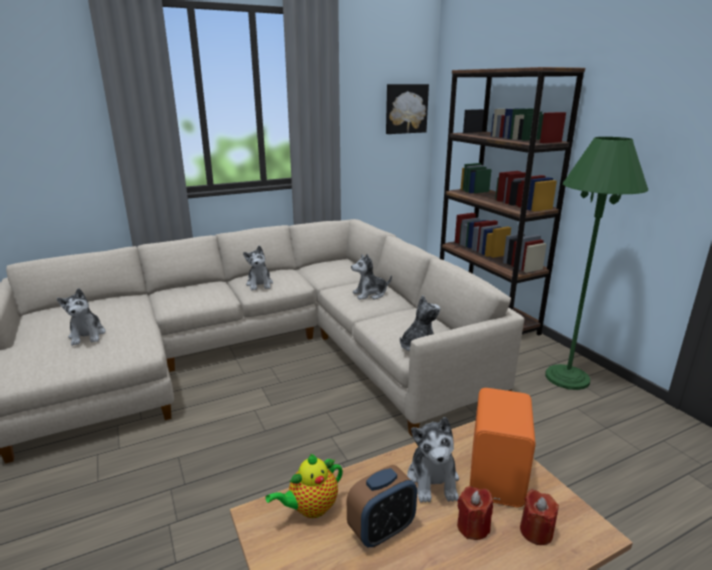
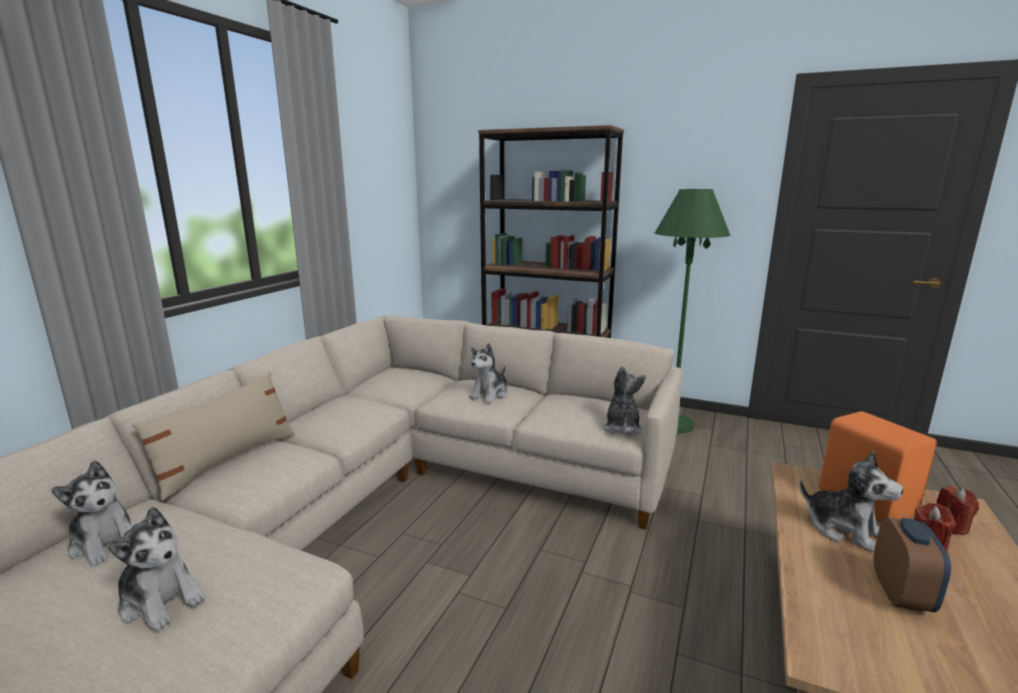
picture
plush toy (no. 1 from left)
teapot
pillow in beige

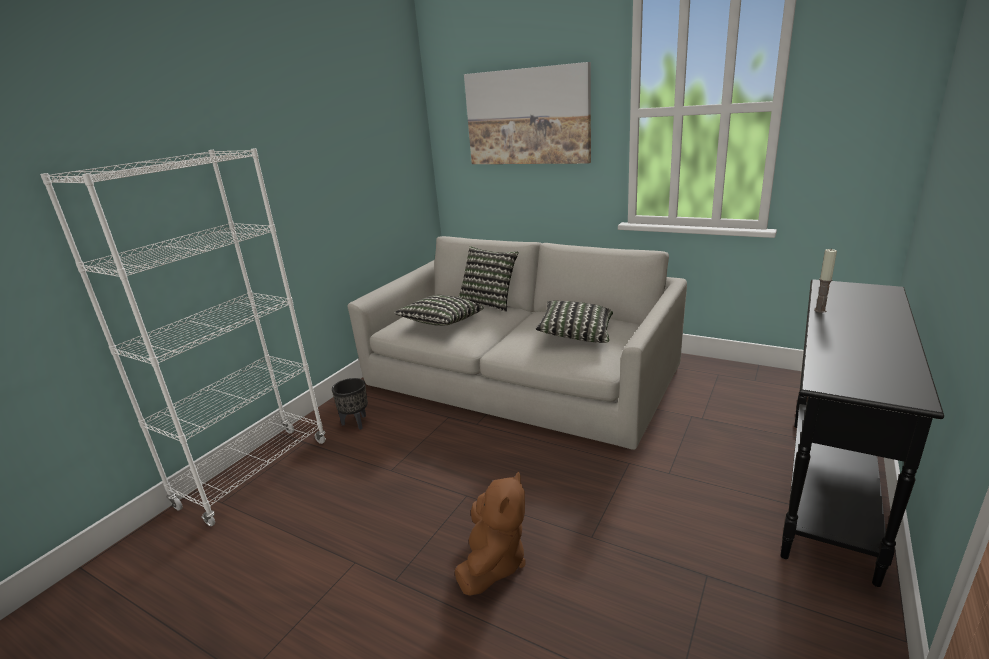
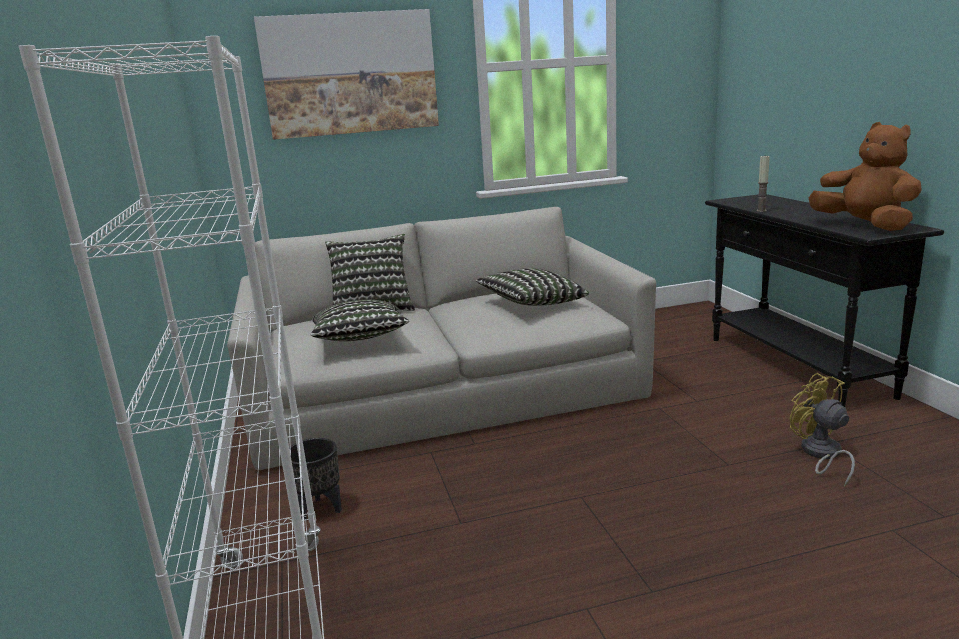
plush toy in brown
fan in yellow

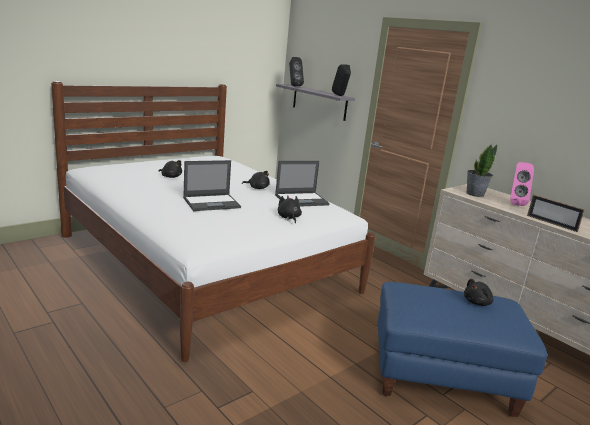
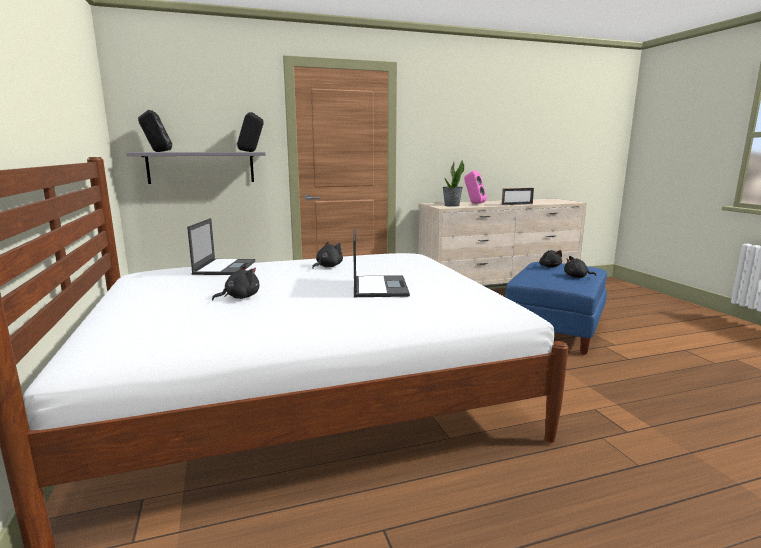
laptop (no. 1 from left)
plush toy in black (no. 4 from left)

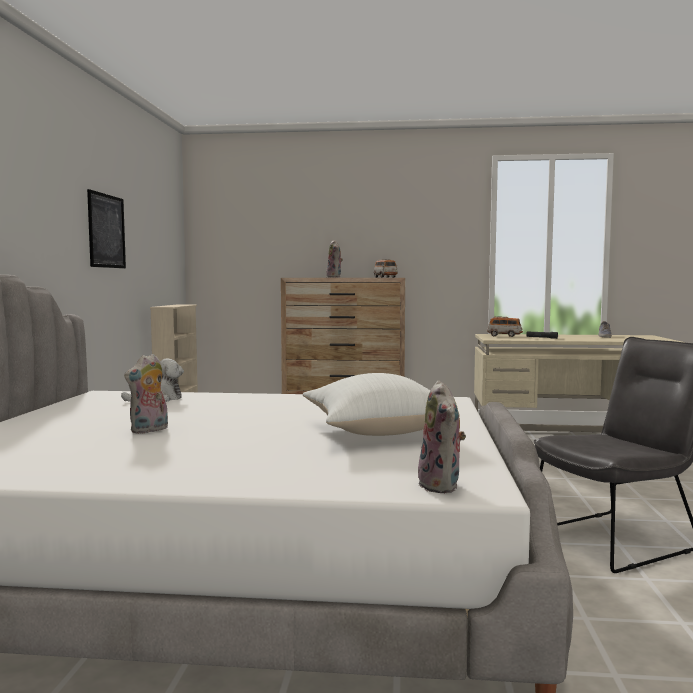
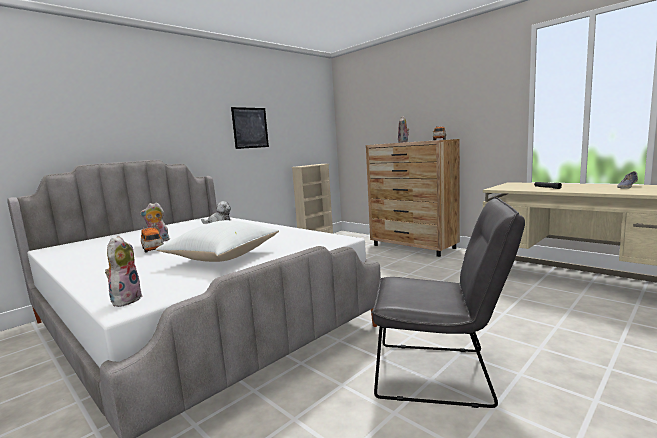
toy car (no. 1 from left)
plush toy (no. 1 from left)

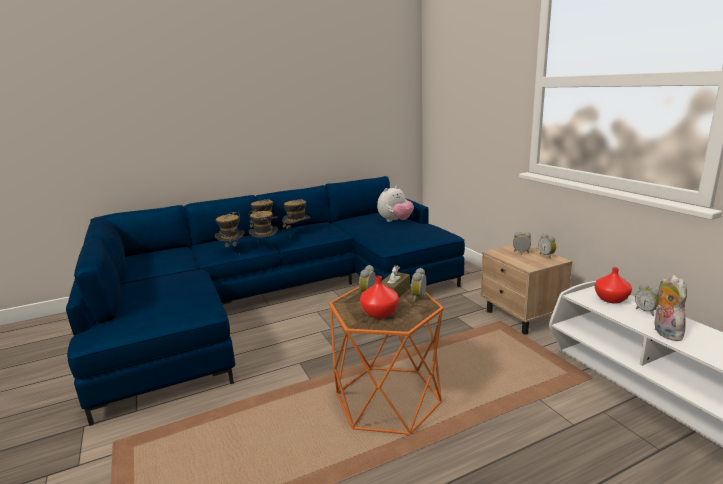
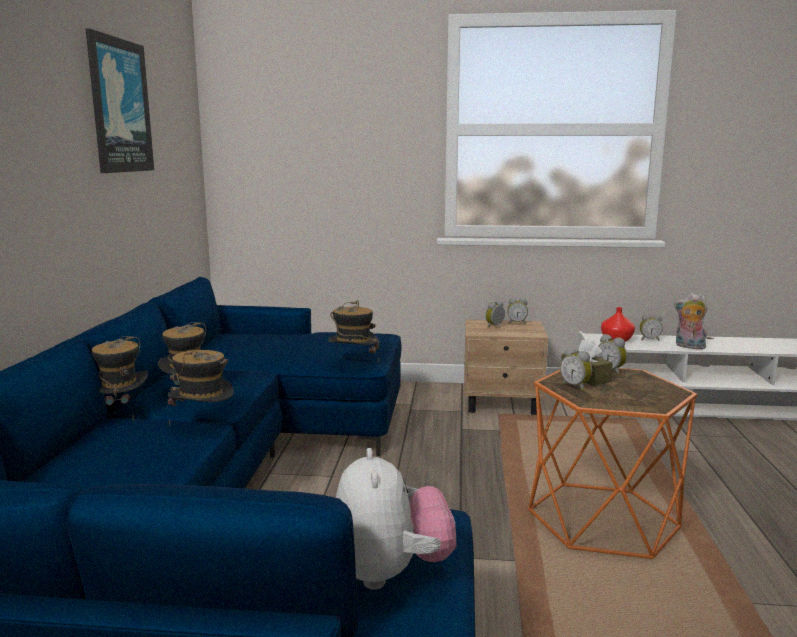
plush toy (no. 1 from left)
hat (no. 4 from left)
vase in red (no. 1 from left in the first image)
picture

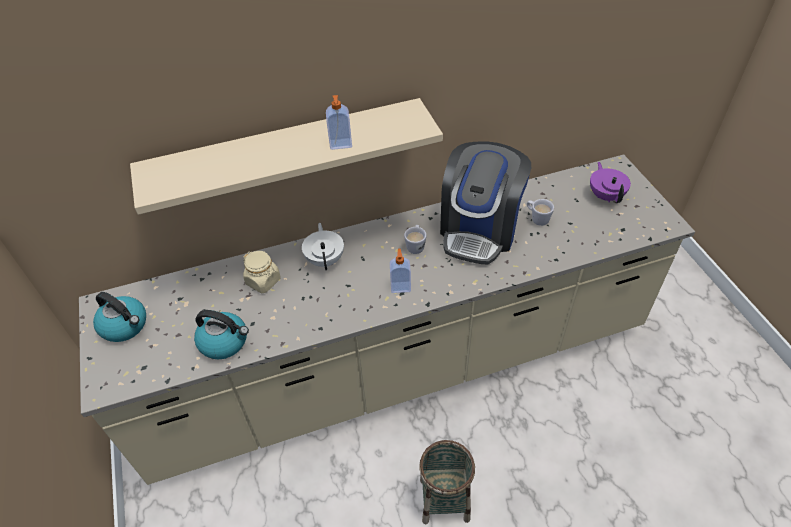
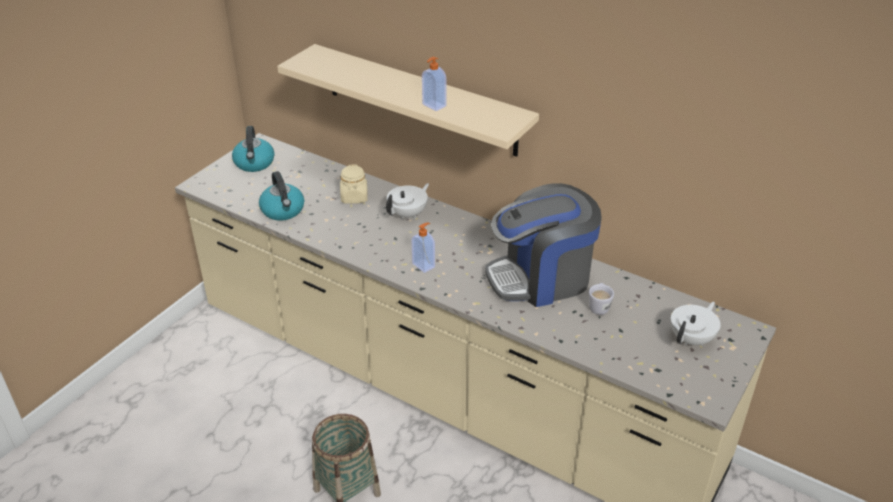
teapot in white (no. 2 from left)
mug in white (no. 1 from left in the first image)

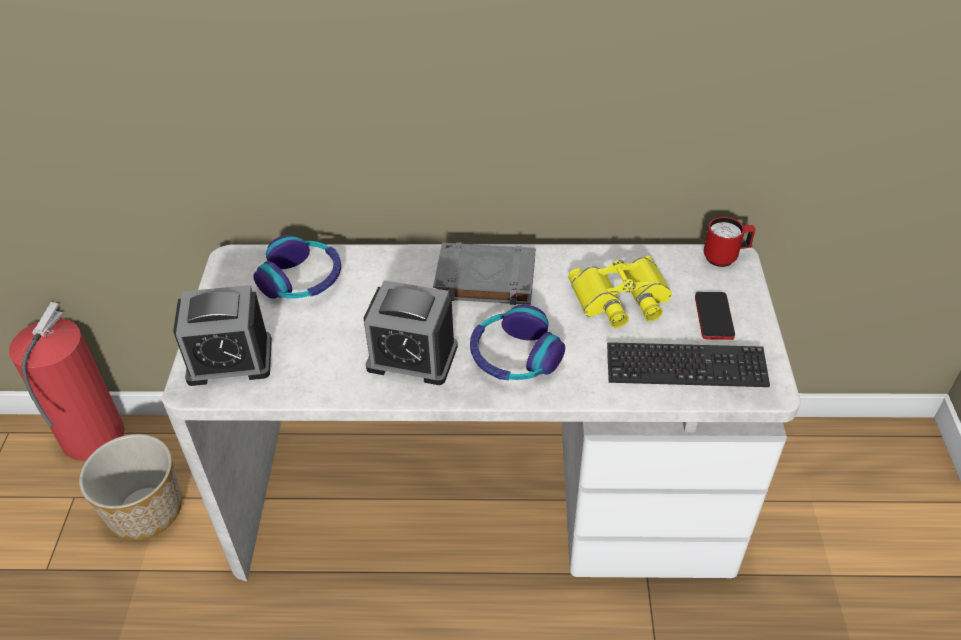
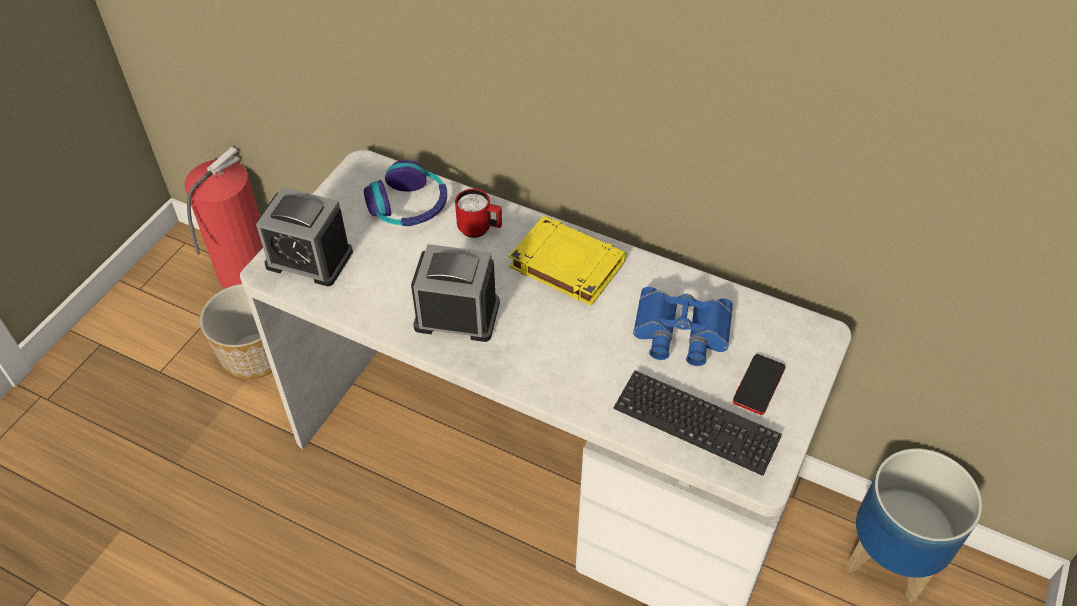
mug in red
book in yellow
binoculars in blue
alarm clock (no. 2 from left)
headphones (no. 2 from left in the first image)
planter (no. 2 from left)

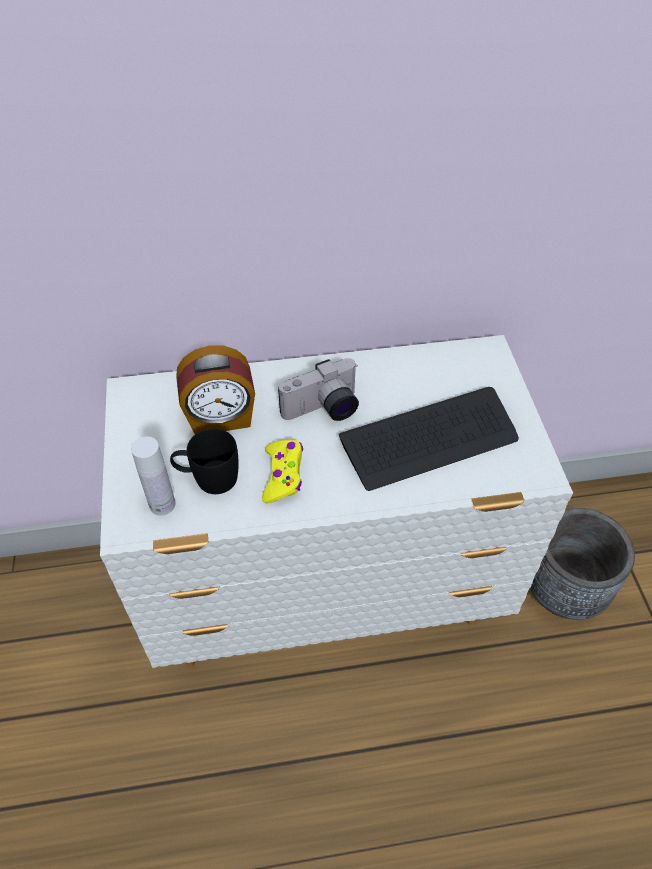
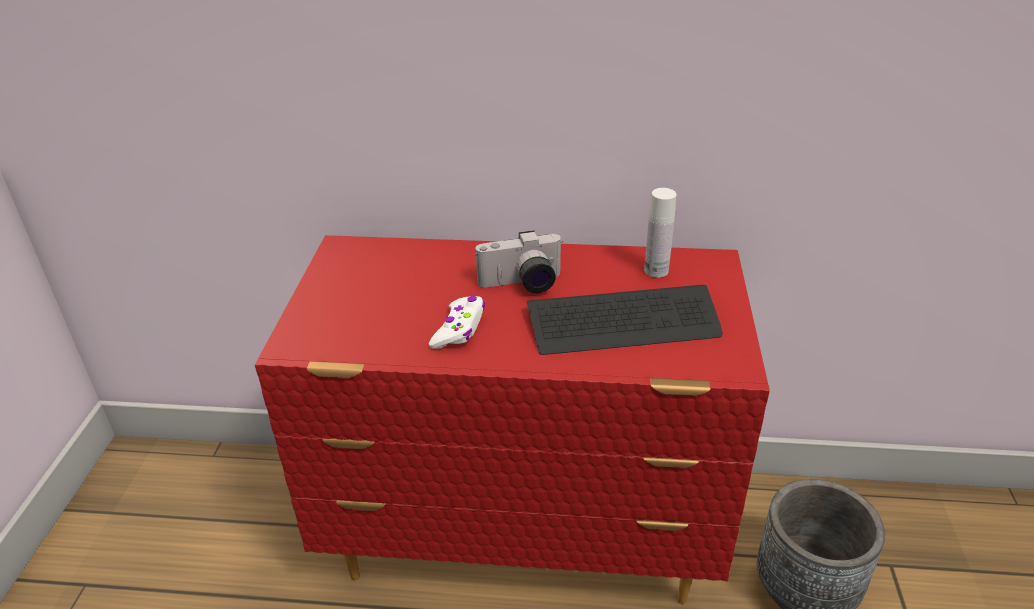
dresser in red
alarm clock
mug in black
bottle in white
game controller in white

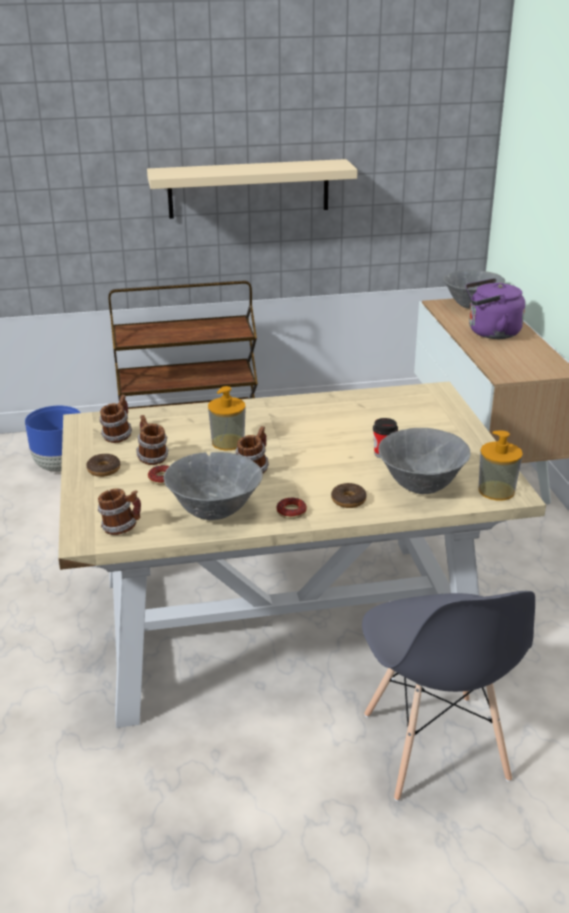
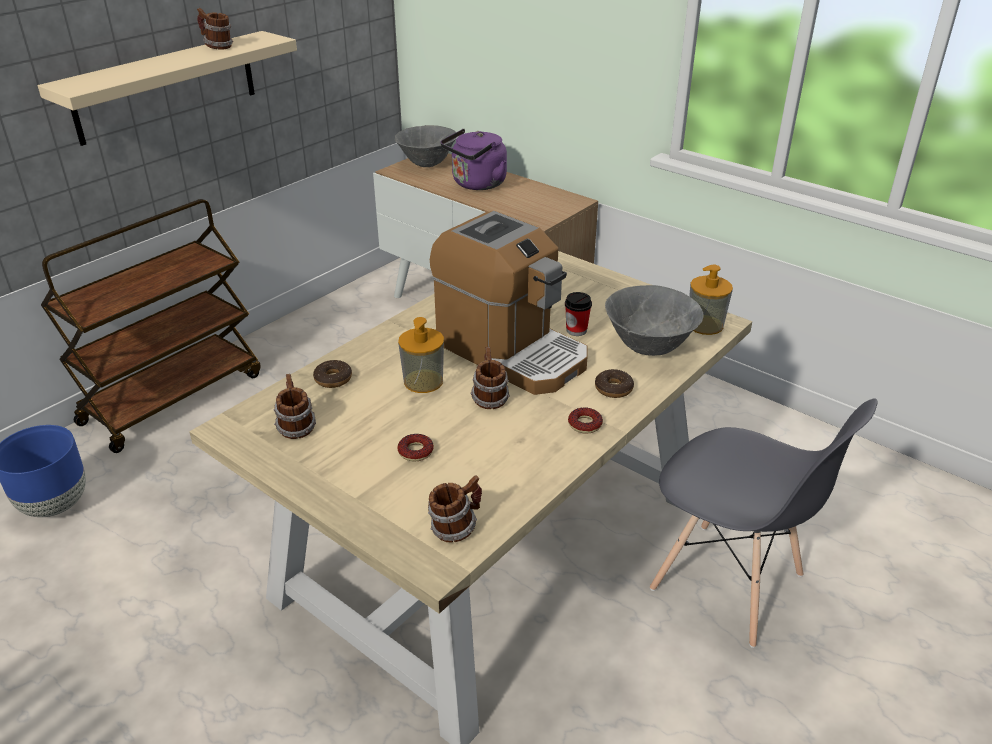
mug (no. 1 from left)
bowl in grey (no. 1 from left in the first image)
donut (no. 1 from left)
coffee machine

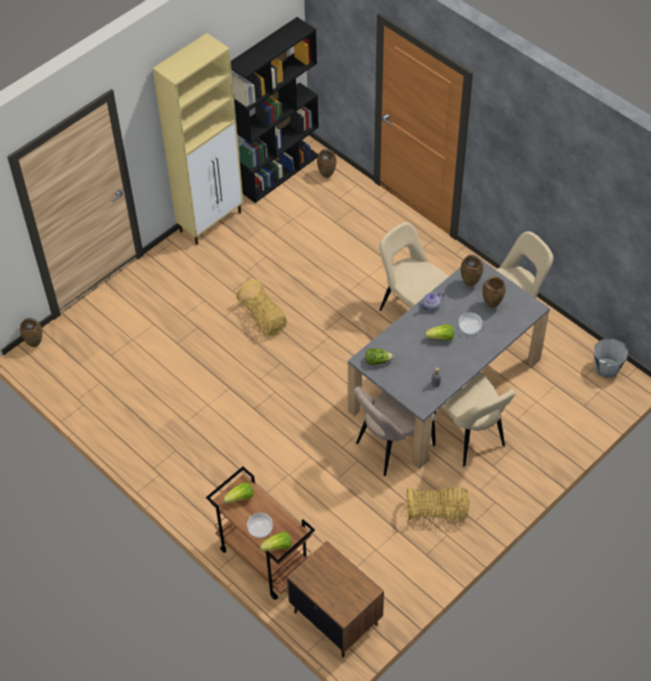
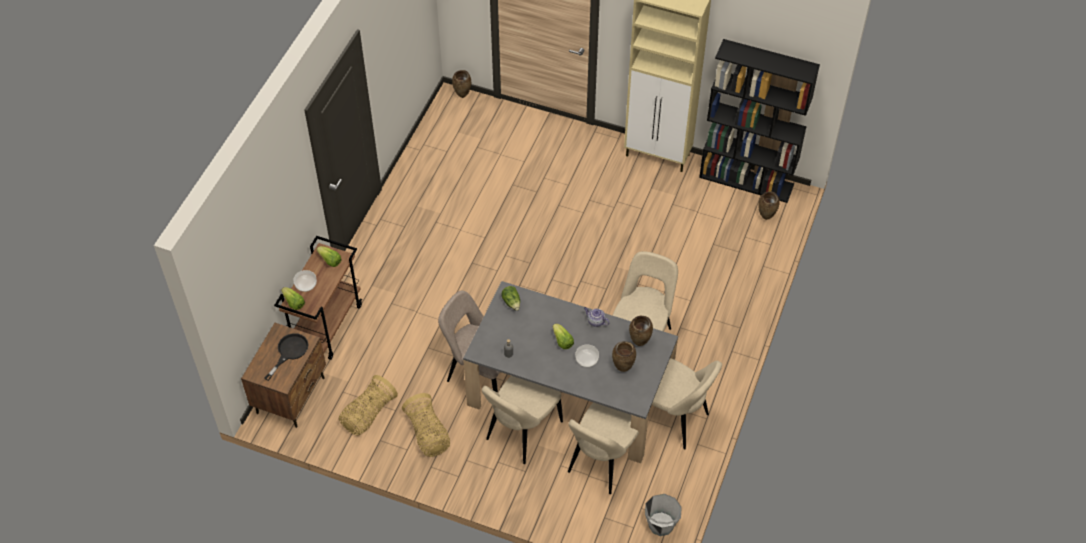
basket (no. 1 from left)
frying pan in black
chair in beige (no. 3 from left)

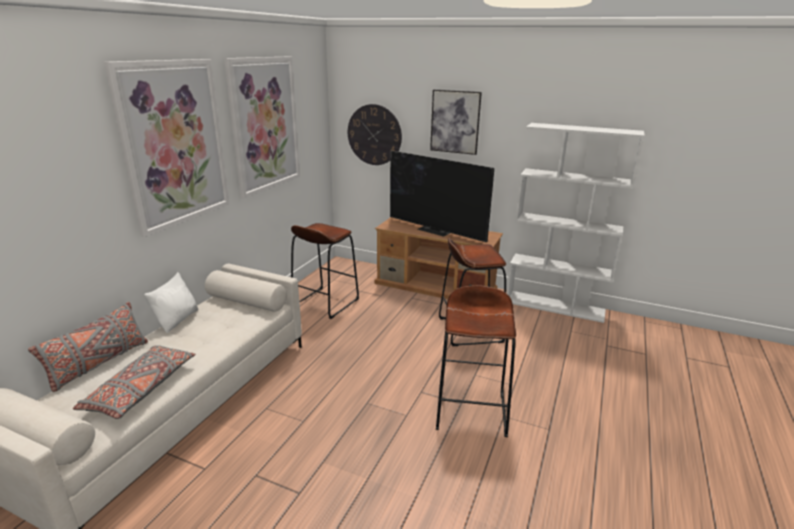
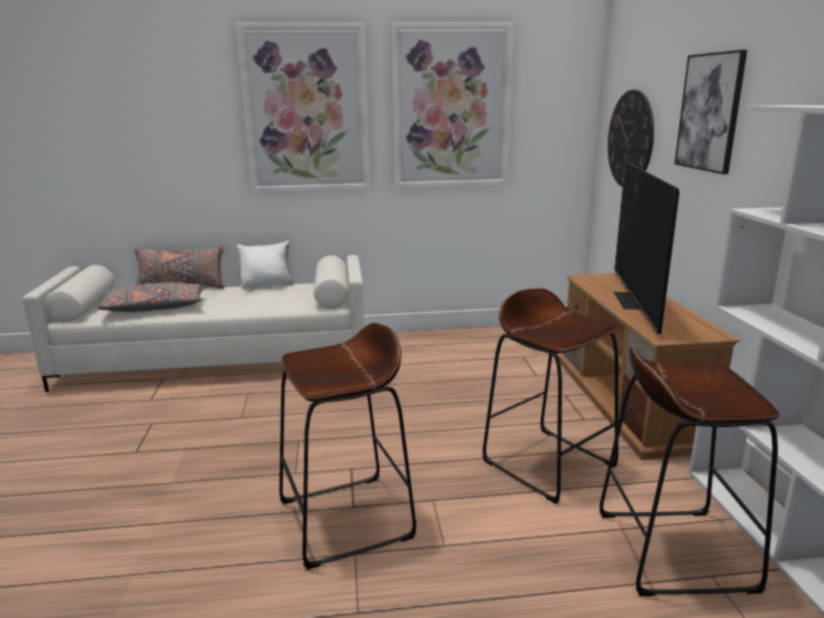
stool in brown (no. 3 from left)

